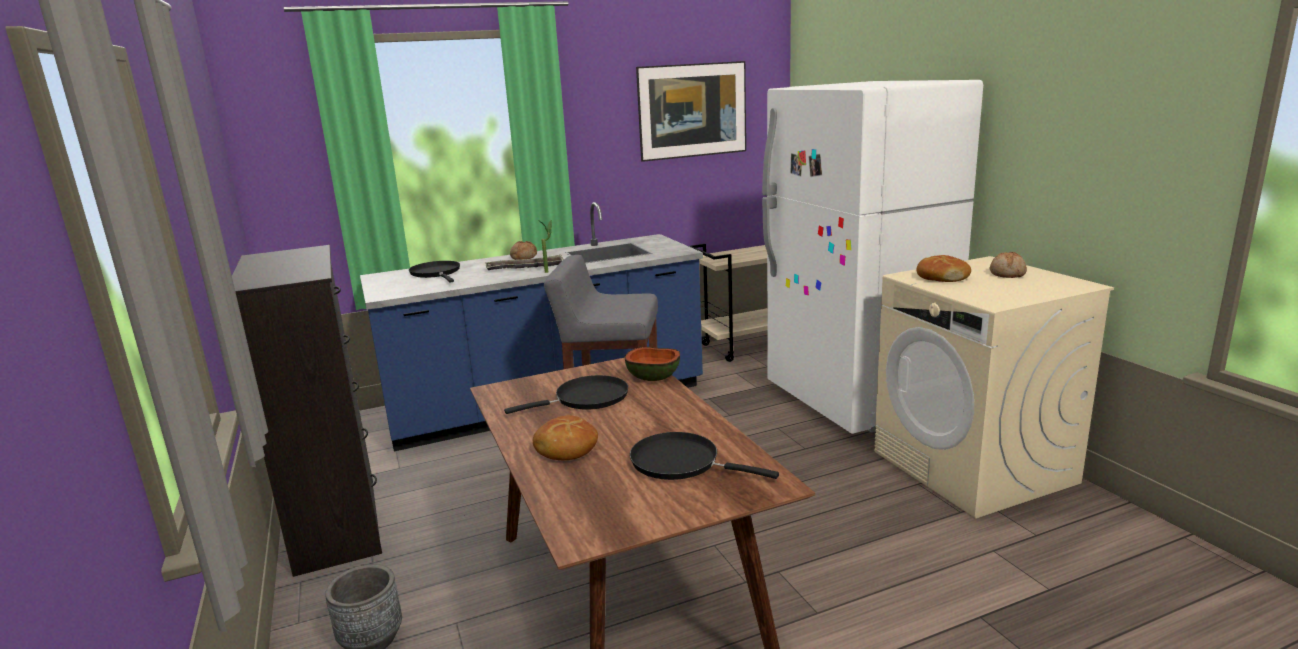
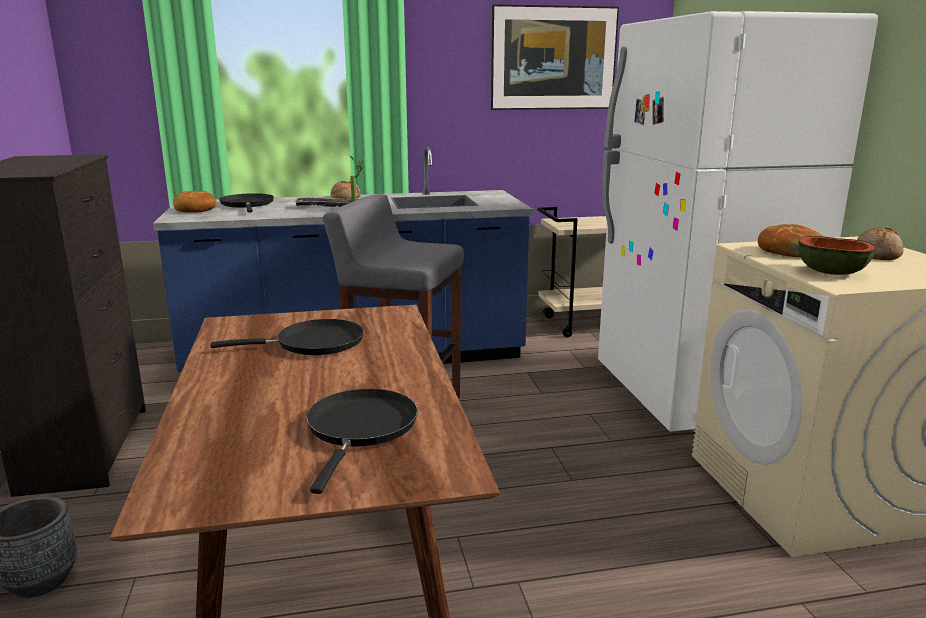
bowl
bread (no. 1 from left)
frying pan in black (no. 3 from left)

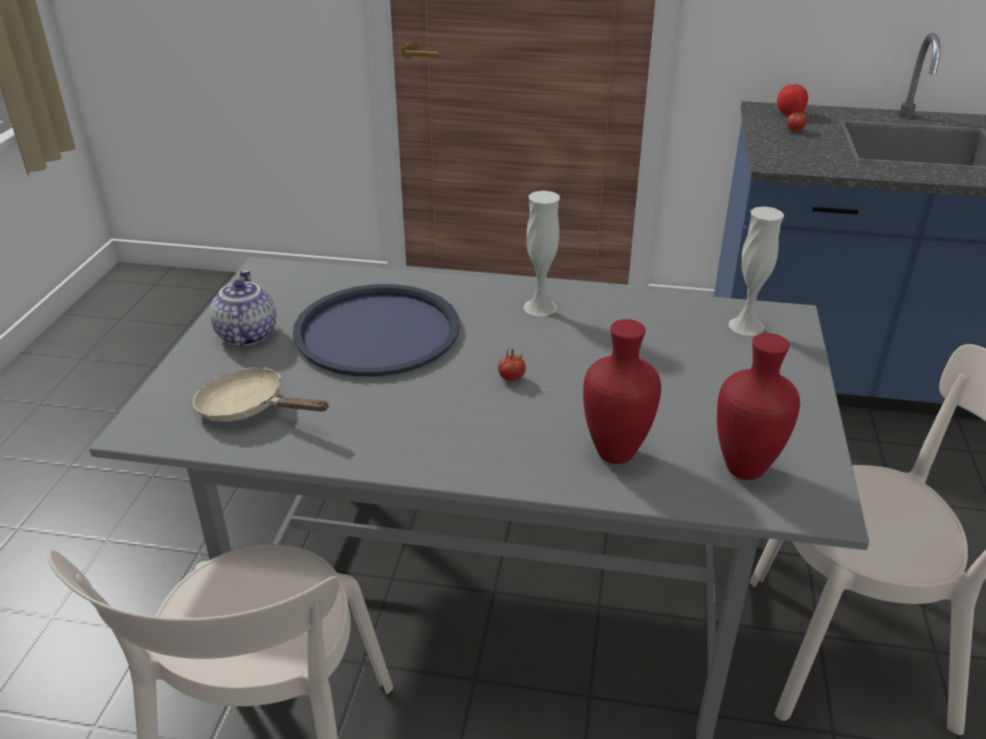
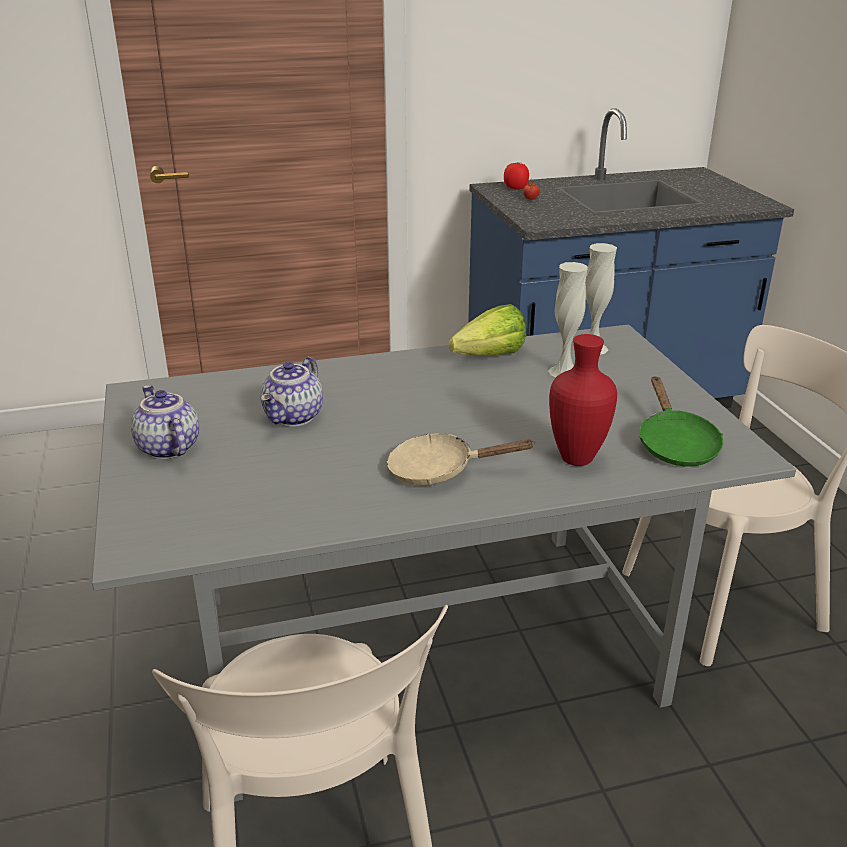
vase in white (no. 1 from left)
teapot (no. 2 from left)
frying pan in green
tomato (no. 1 from left in the first image)
frying pan in beige
lettuce

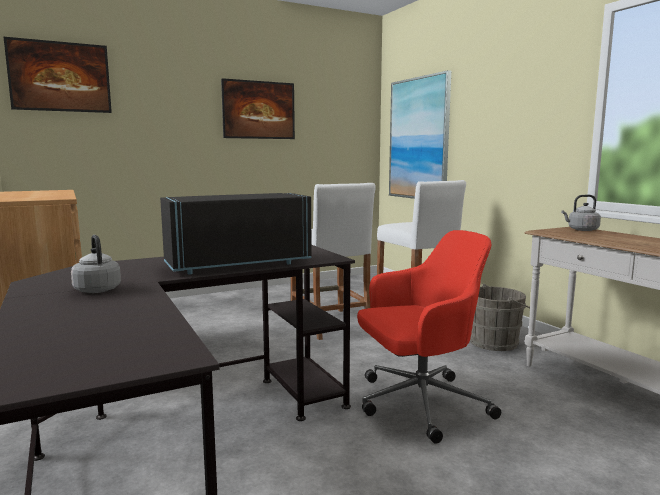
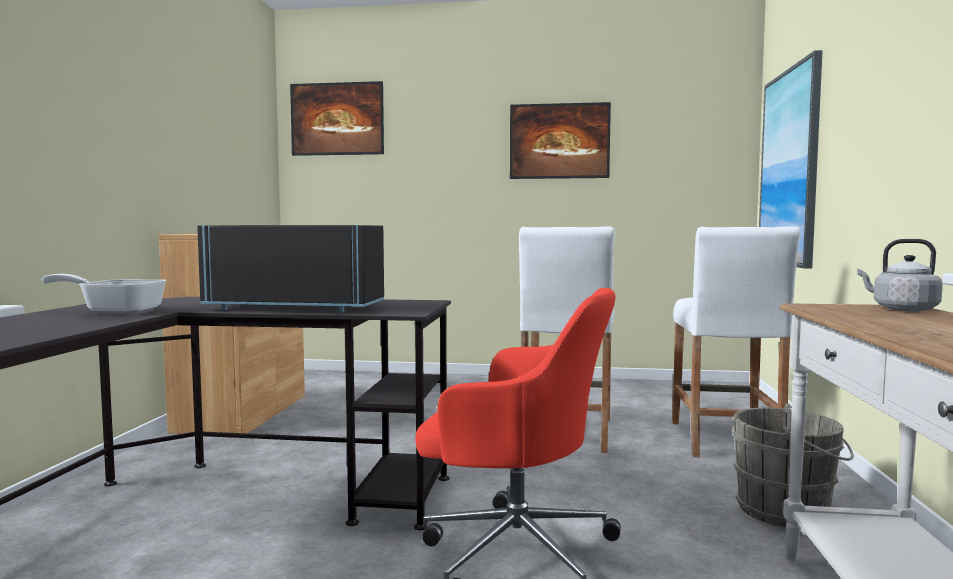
frying pan

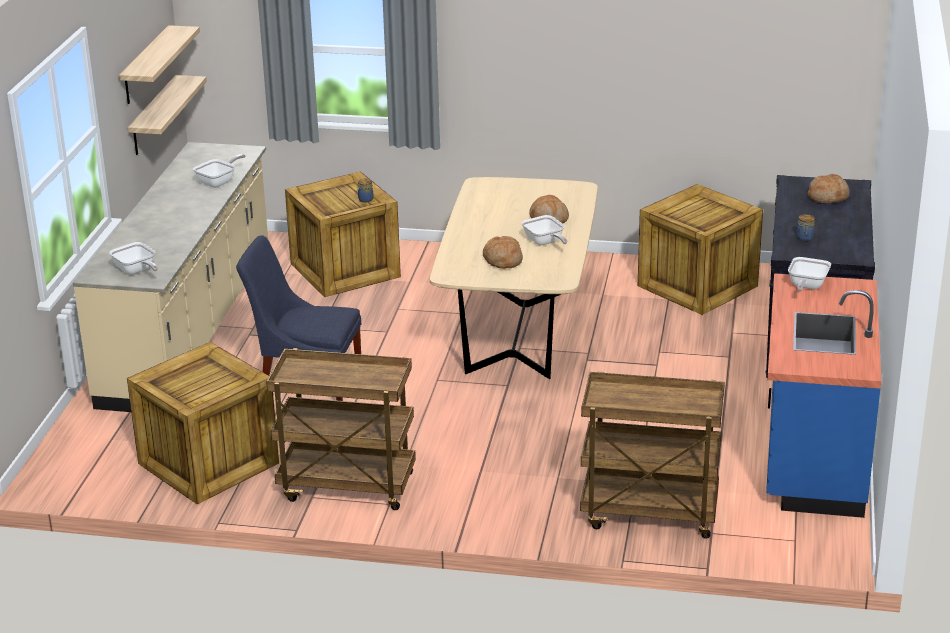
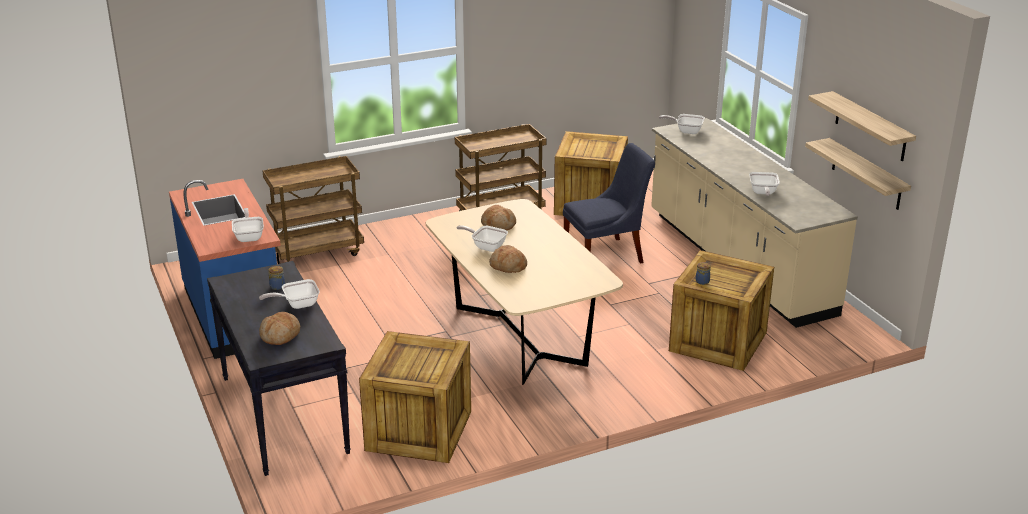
frying pan (no. 2 from left)

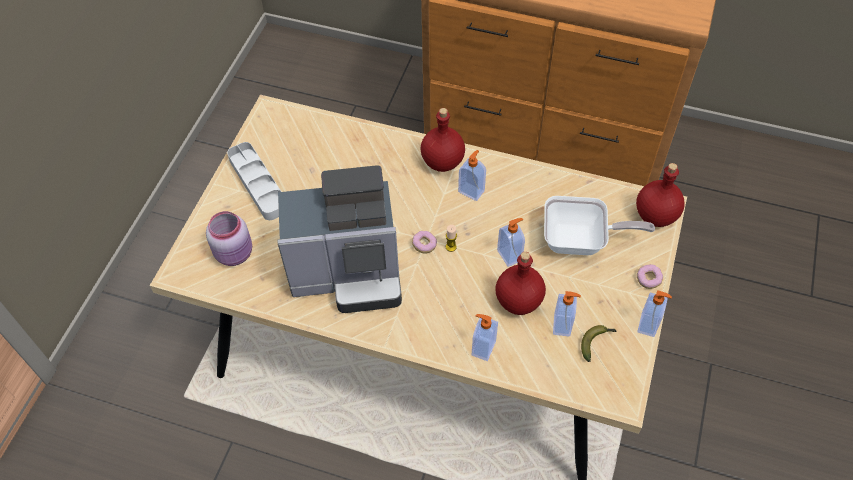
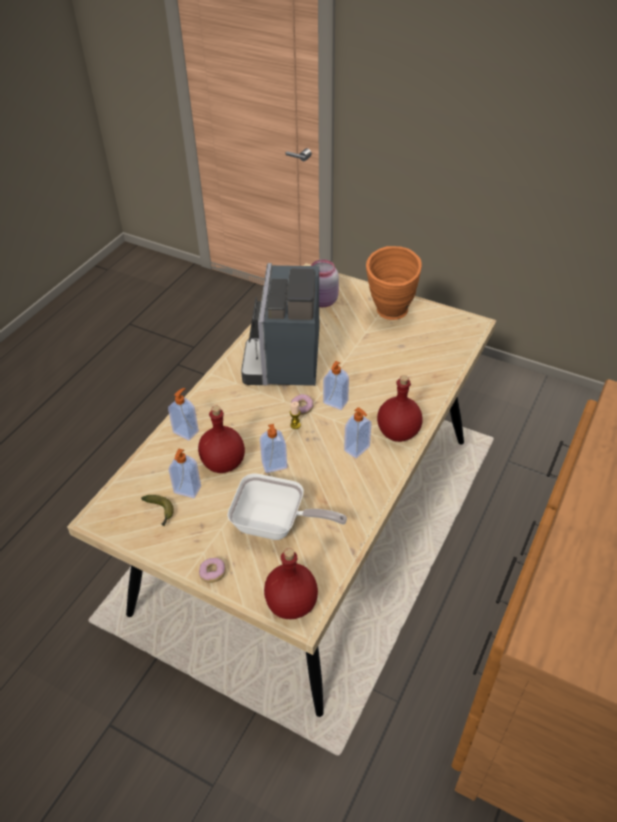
vase in orange
frying pan
soap dispenser (no. 4 from left)

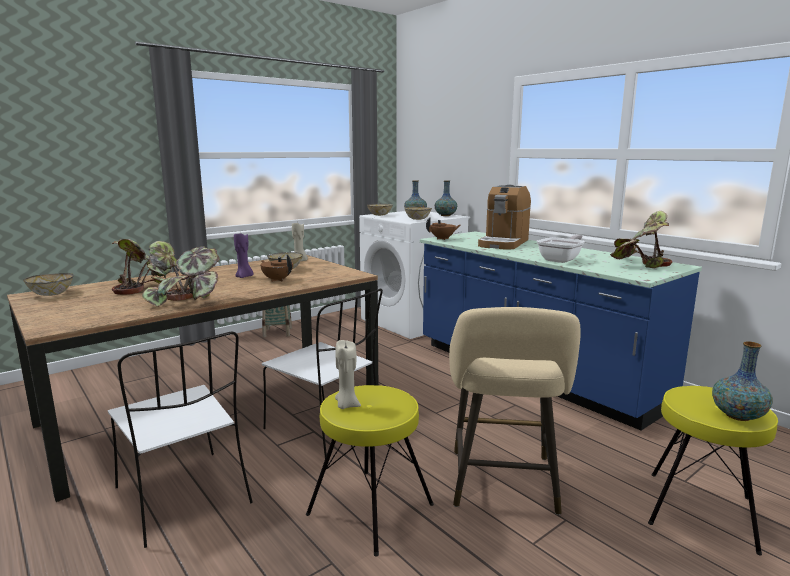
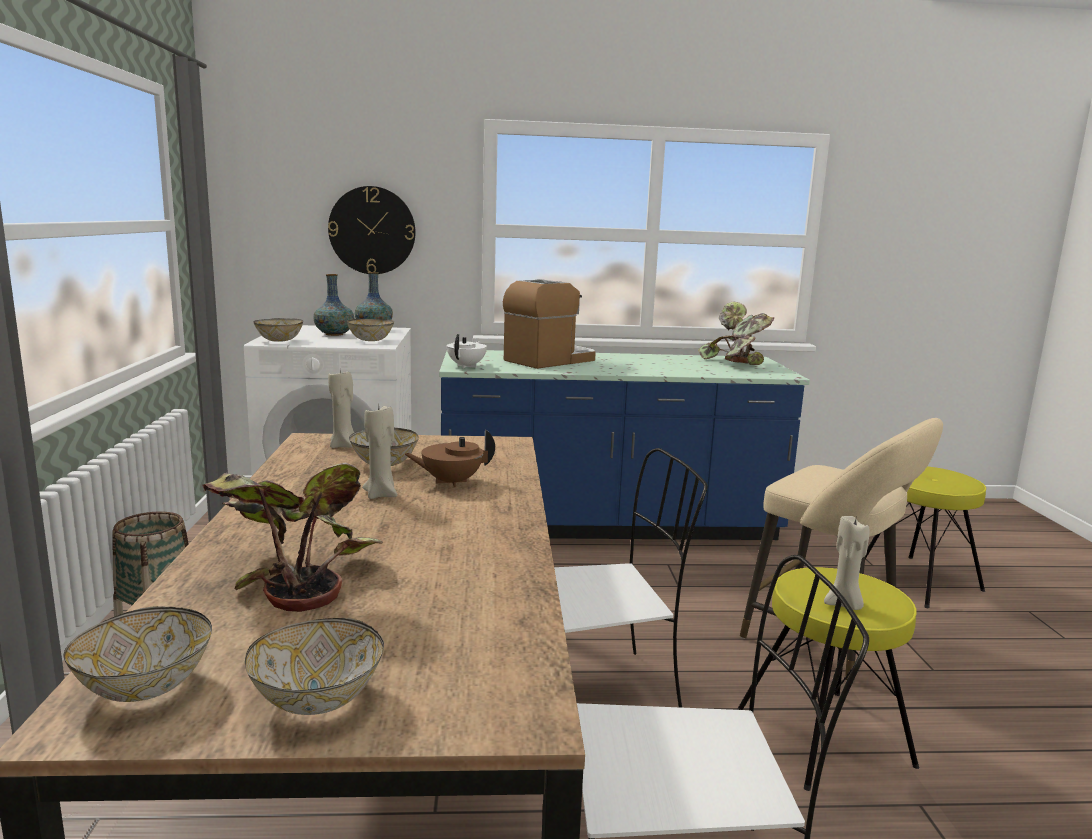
coffee machine
teapot in white
candle in beige (no. 2 from left)
frying pan
potted plant (no. 2 from left in the first image)
vase (no. 3 from left in the first image)
wall clock
bowl (no. 3 from left)

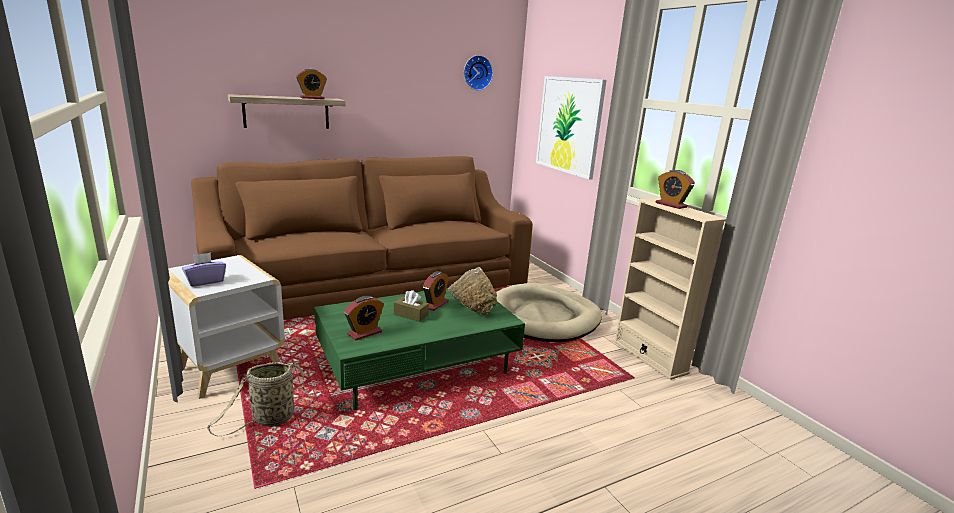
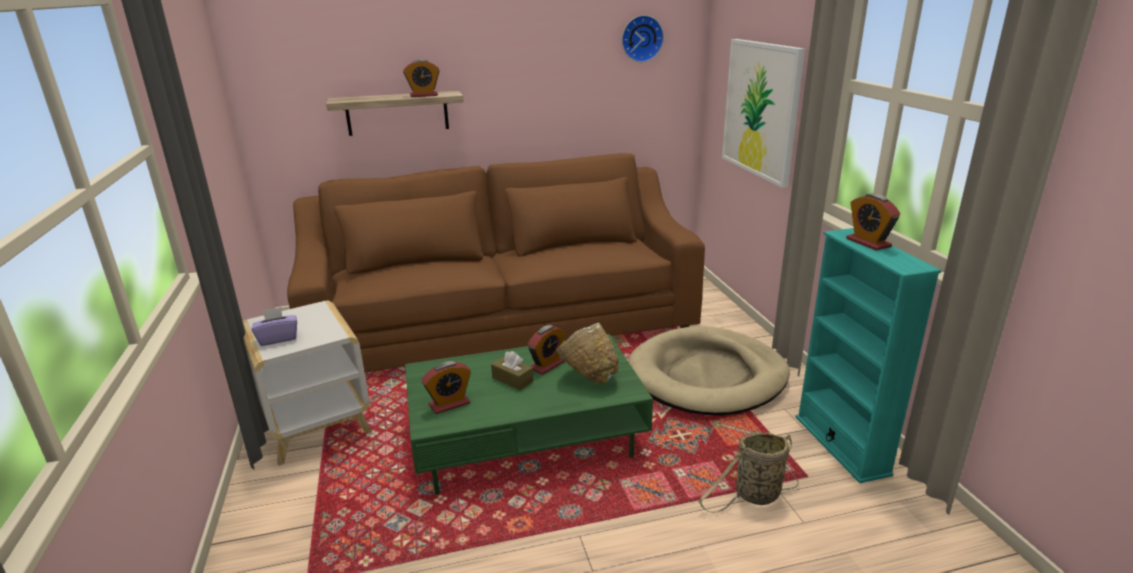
bookcase in turquoise
basket

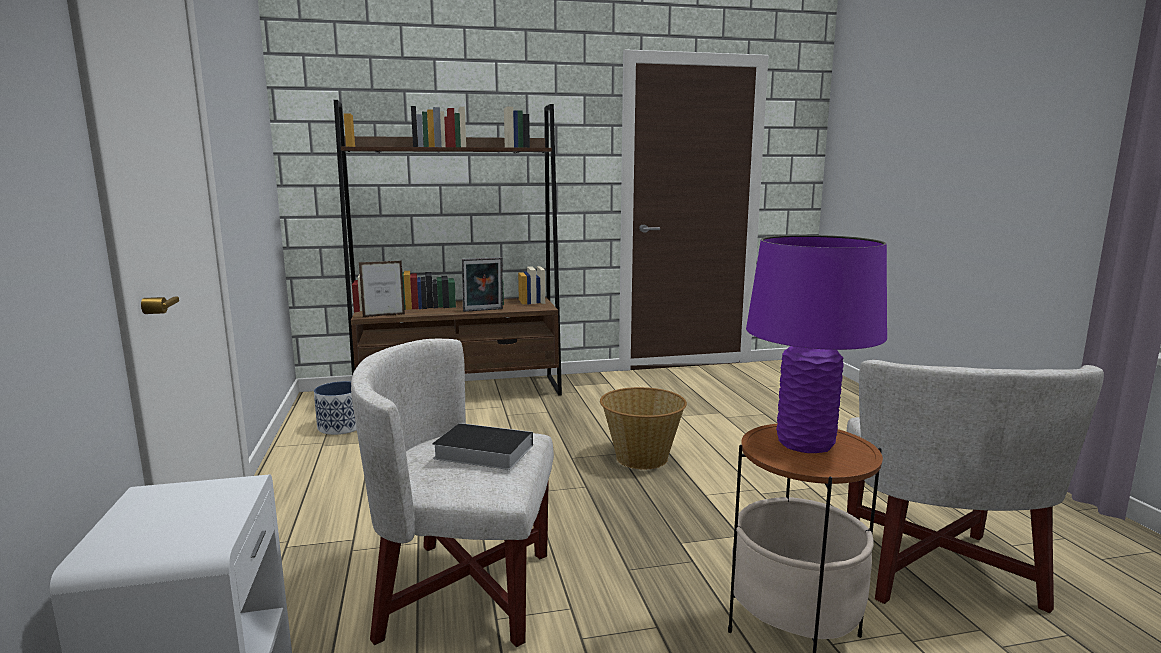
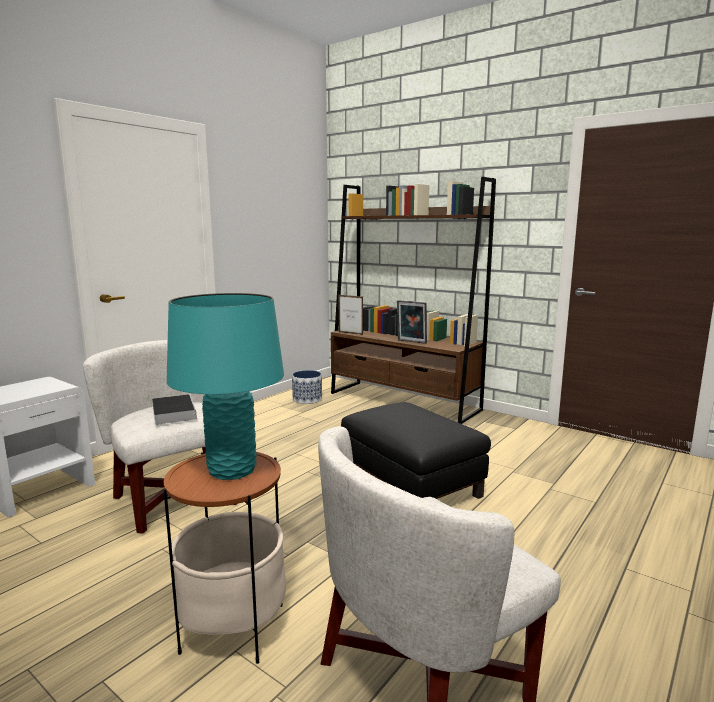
table lamp in turquoise
ottoman in black

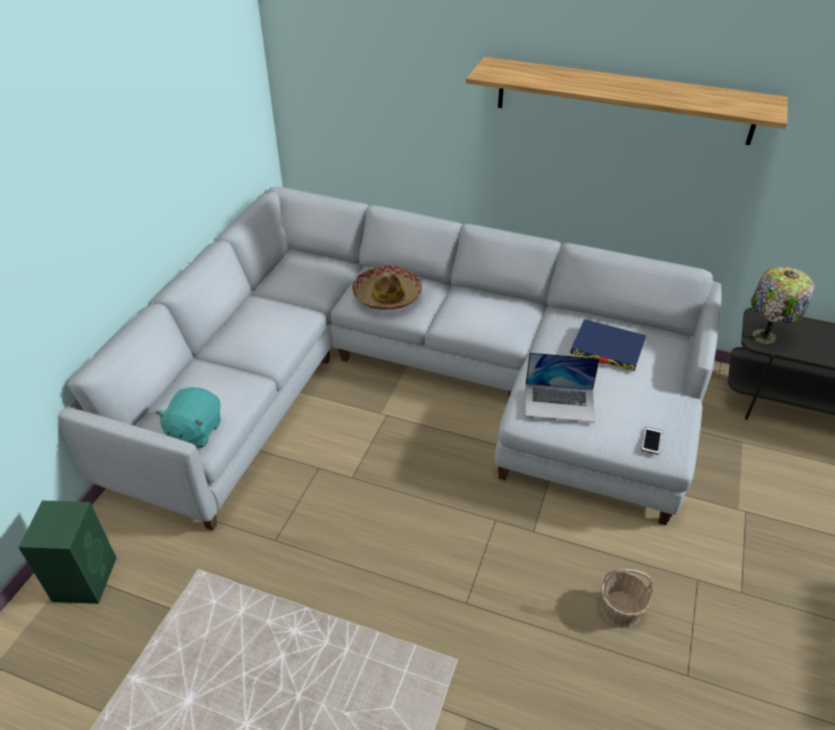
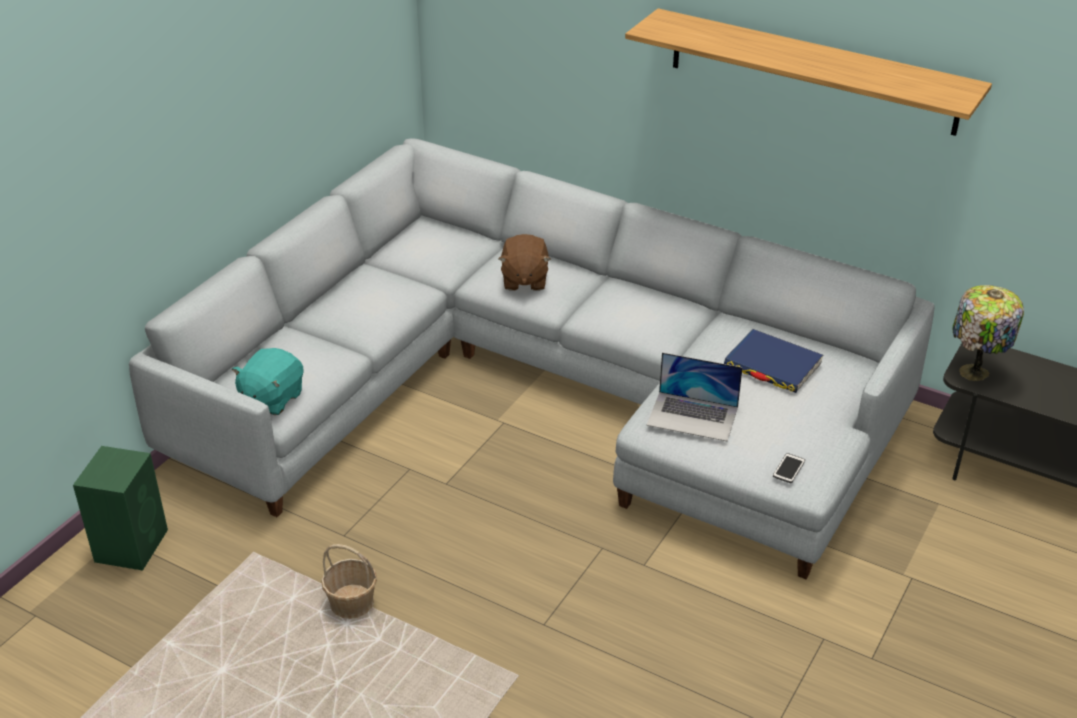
plush toy in brown
basket

